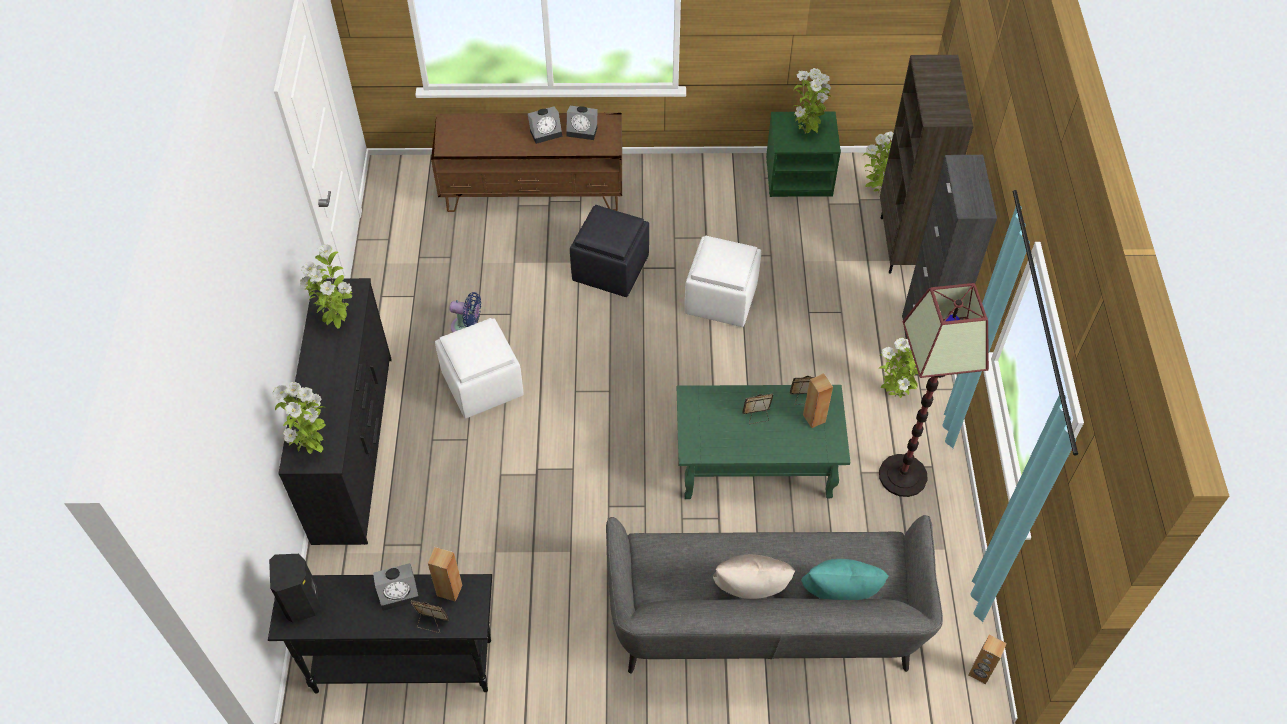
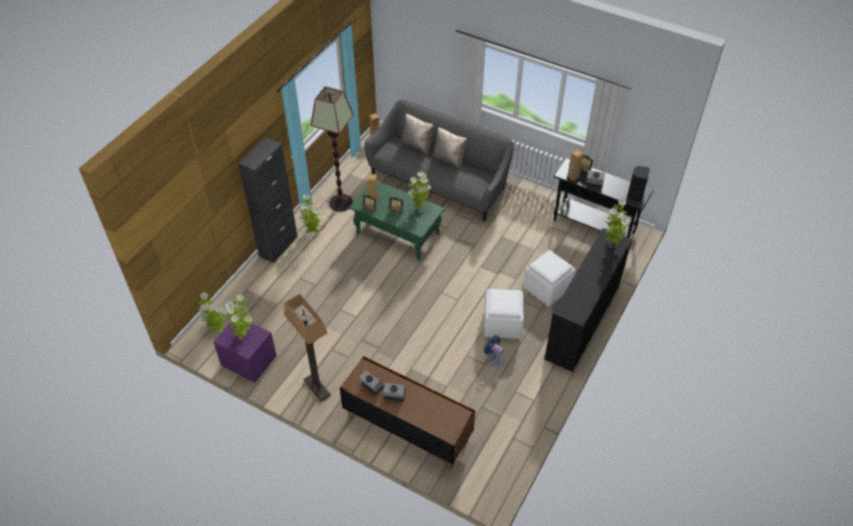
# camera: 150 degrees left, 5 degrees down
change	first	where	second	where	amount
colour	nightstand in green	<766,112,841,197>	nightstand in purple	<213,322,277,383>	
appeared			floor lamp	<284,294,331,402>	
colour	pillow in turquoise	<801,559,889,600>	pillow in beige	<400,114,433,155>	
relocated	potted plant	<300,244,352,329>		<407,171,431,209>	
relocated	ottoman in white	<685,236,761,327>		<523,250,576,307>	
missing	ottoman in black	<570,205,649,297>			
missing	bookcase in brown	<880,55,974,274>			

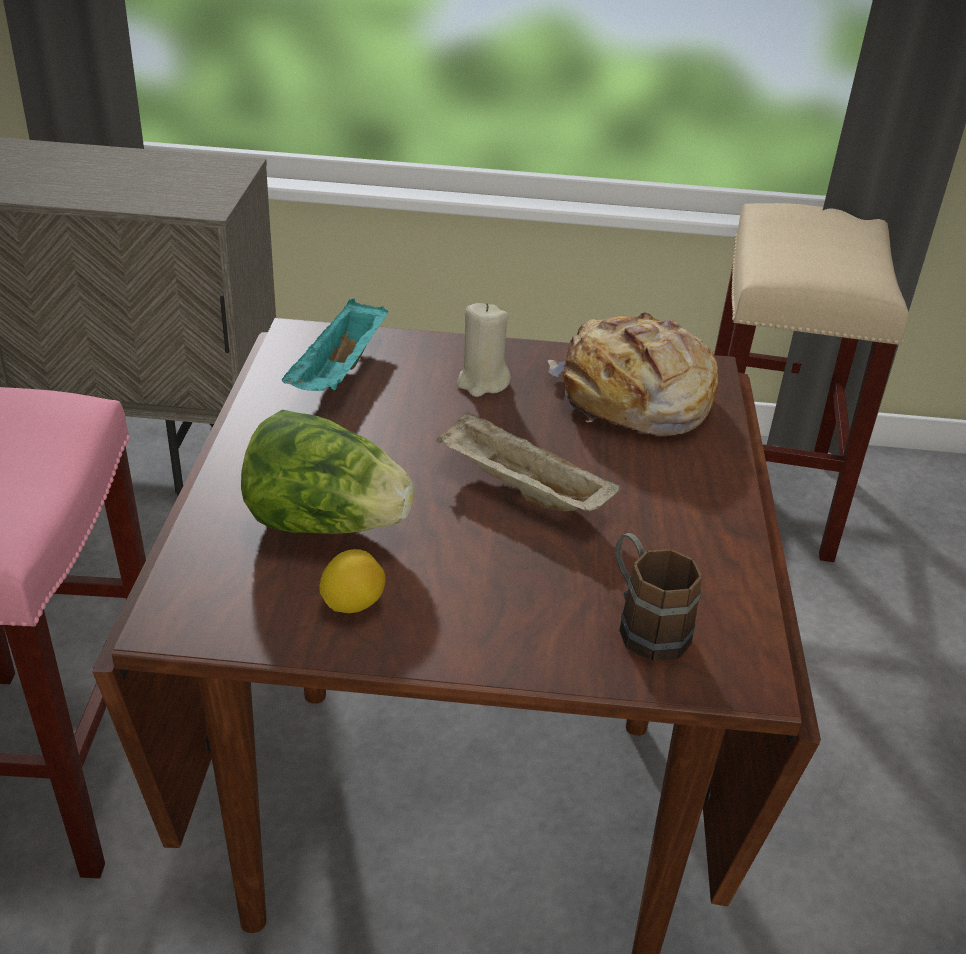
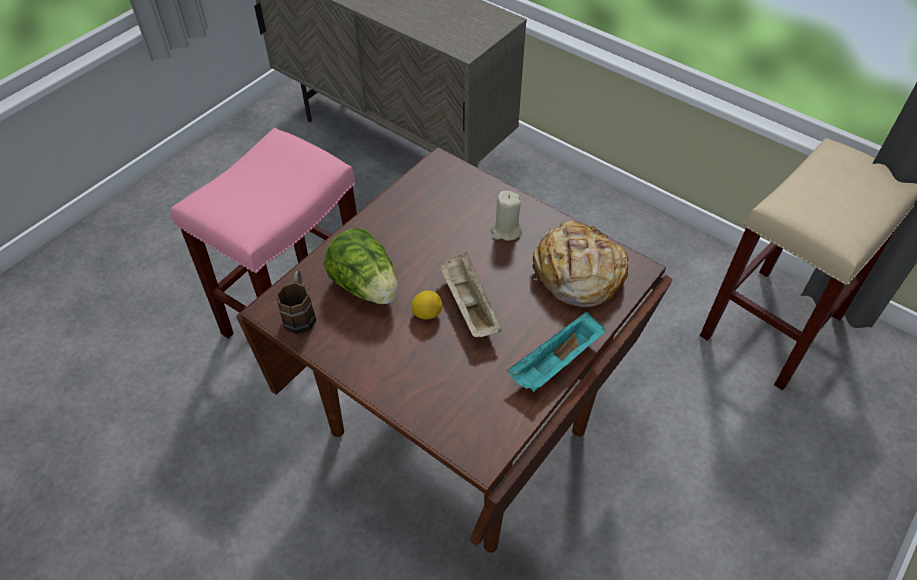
# camera: 35 degrees right, 15 degrees up
change	first	where	second	where	amount
relocated	mug in brown	<616,533,702,661>		<276,271,316,334>	
relocated	lemon	<319,549,385,613>		<411,290,442,320>	
relocated	tray in turquoise	<282,299,388,391>		<507,312,605,392>	

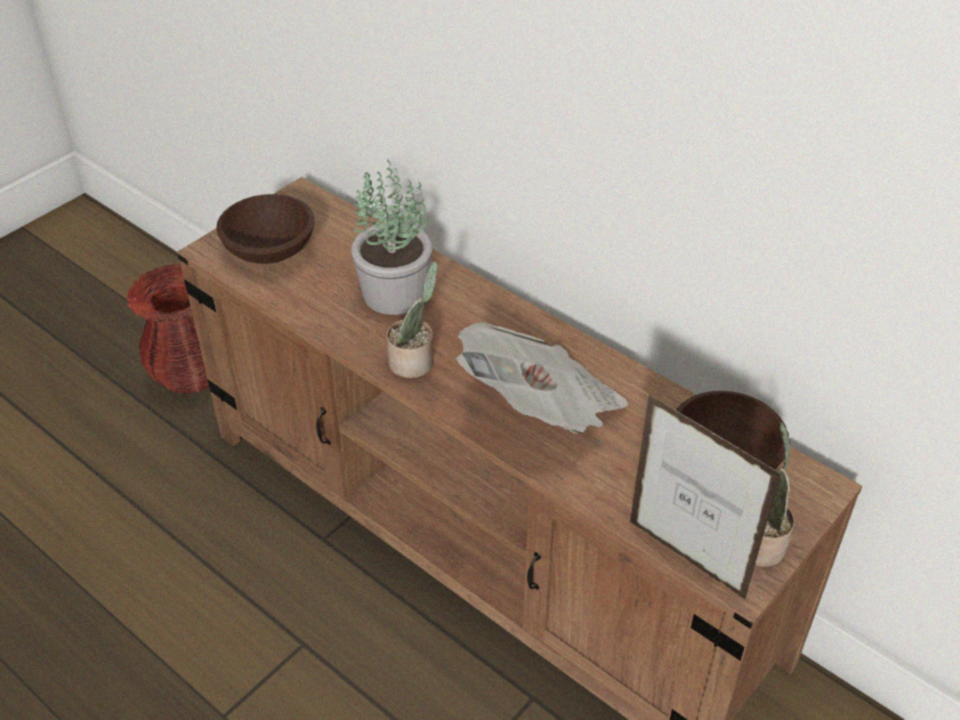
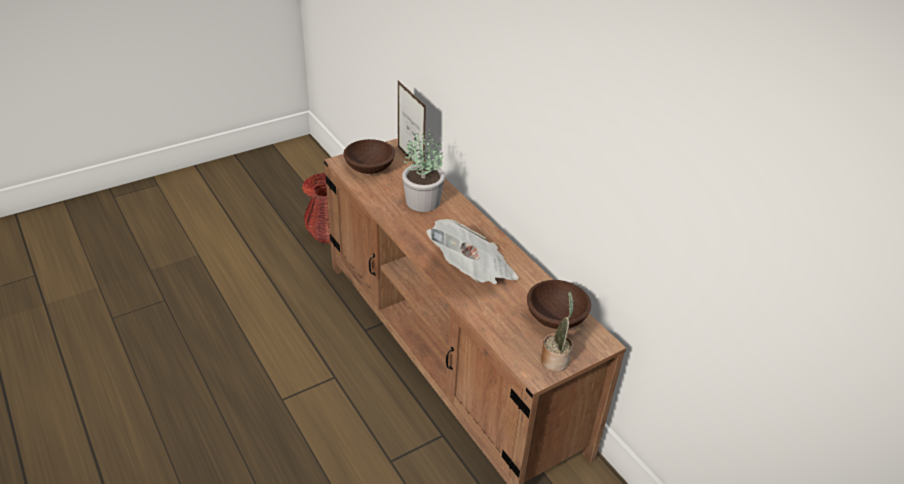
# camera: 15 degrees right, 5 degrees down
change	first	where	second	where	amount
relocated	picture frame	<630,394,781,600>		<398,81,426,164>	
missing	potted plant	<386,261,438,378>			

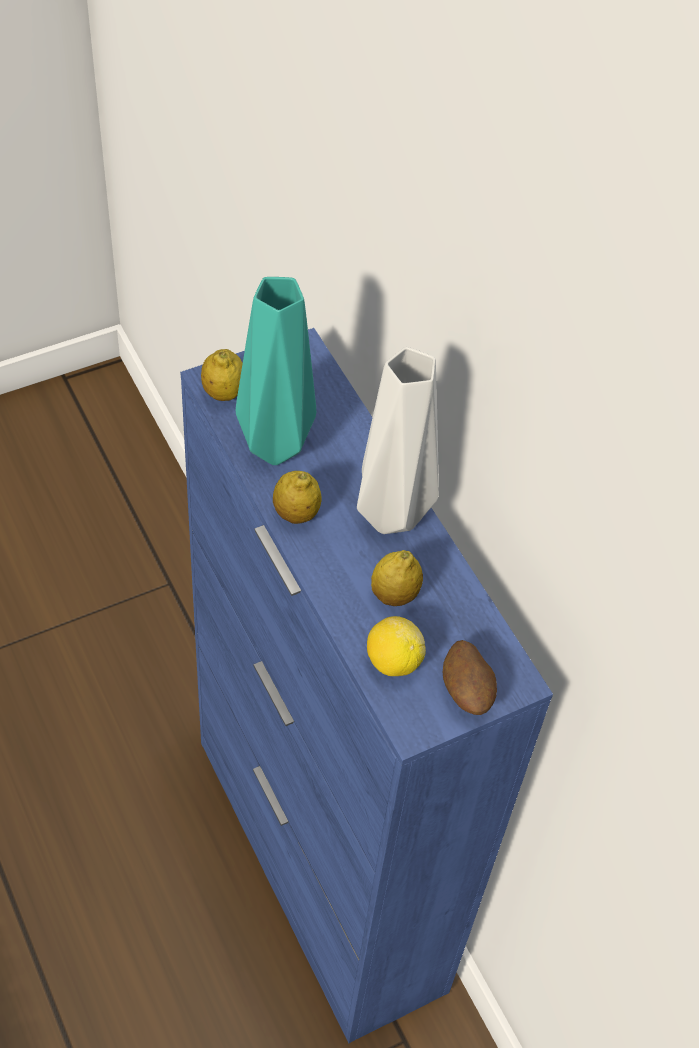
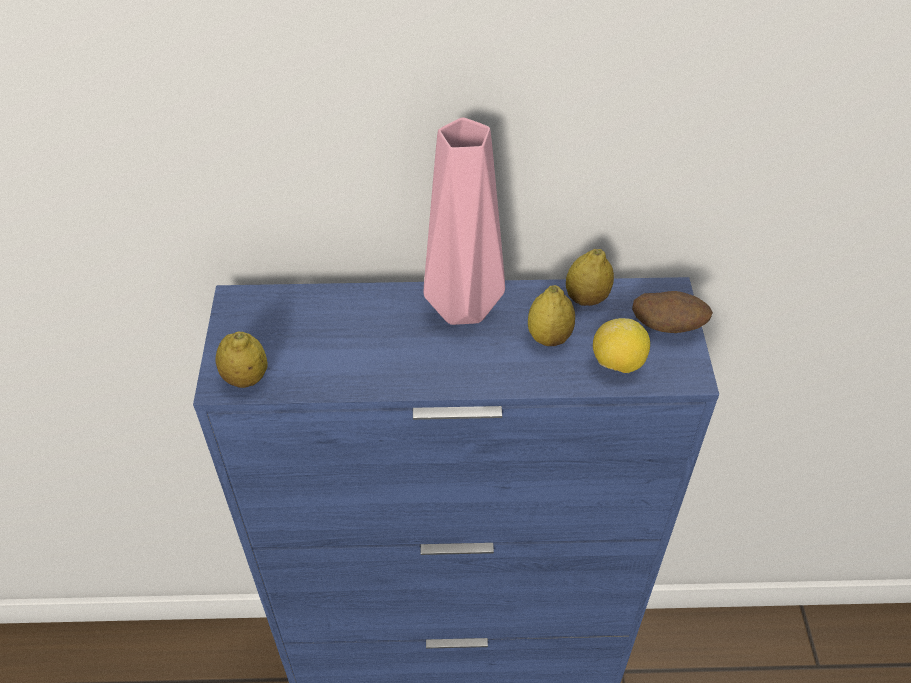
# camera: 60 degrees left, 5 degrees down
change	first	where	second	where	amount
colour	vase in grey	<357,347,439,534>	vase in pink	<423,117,505,325>	
relocated	lemon	<273,471,322,524>		<566,249,614,306>	
missing	vase in turquoise	<235,277,316,465>			

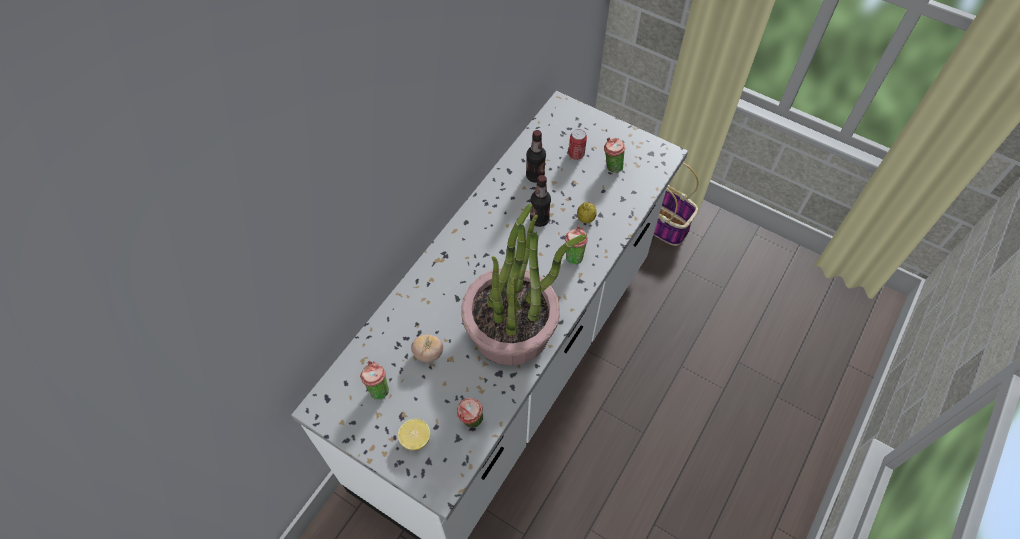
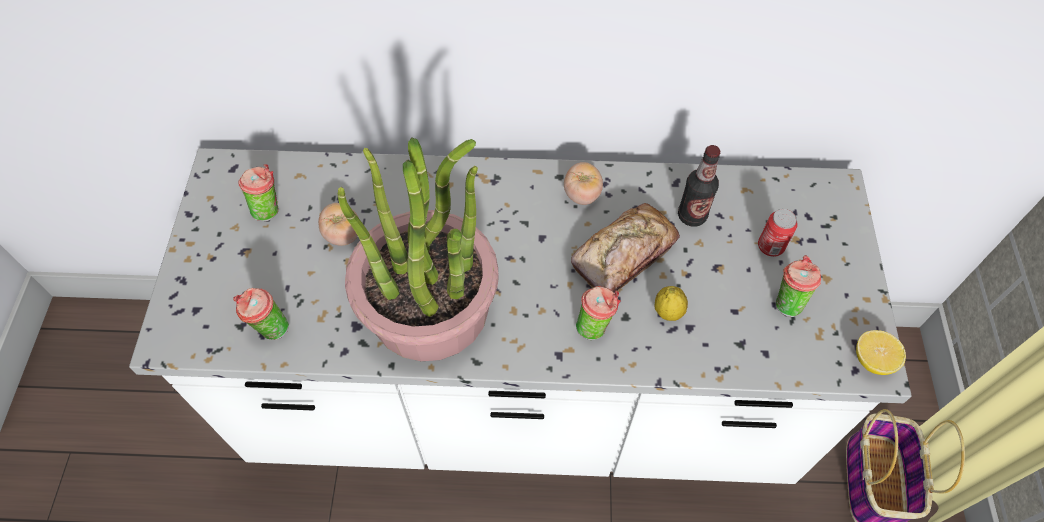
# camera: 60 degrees right, 0 degrees up
change	first	where	second	where	amount
appeared			tomato	<564,162,603,205>	
exchanged	bottle	<530,175,551,227>	bread	<571,203,680,293>	
relocated	lemon	<398,418,430,450>		<856,330,906,375>	

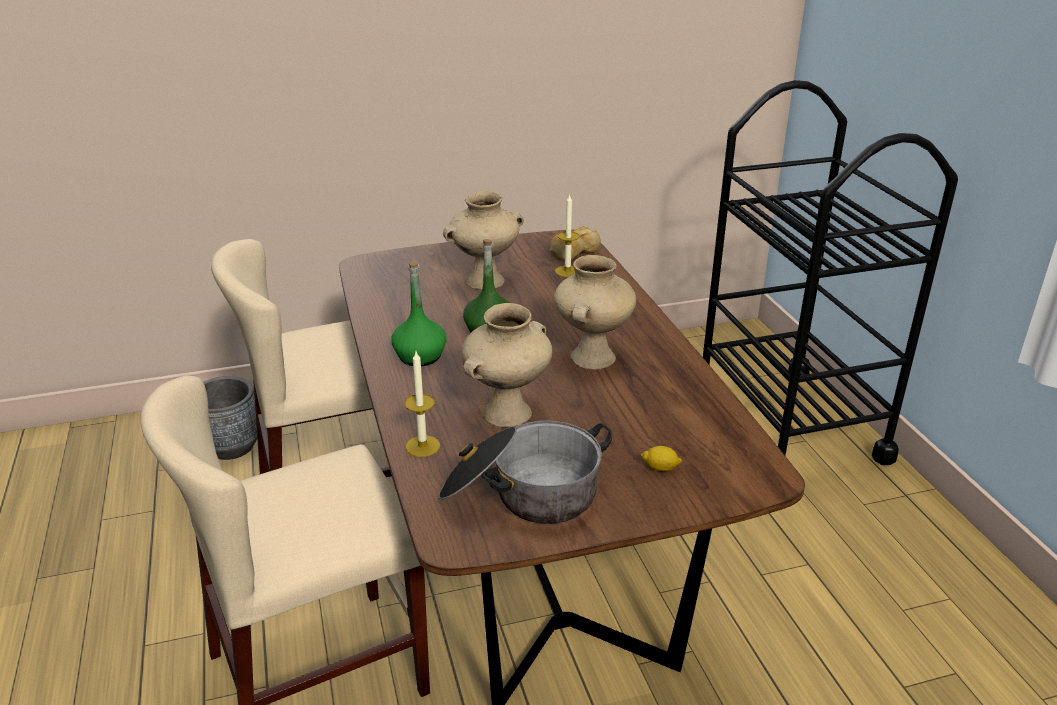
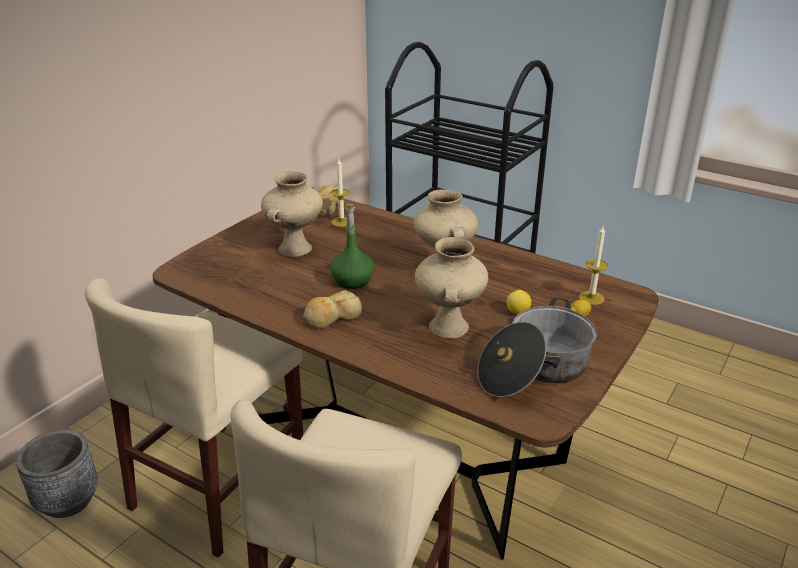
# camera: 40 degrees left, 0 degrees up
change	first	where	second	where	amount
exchanged	bottle in green	<391,260,446,366>	bread	<303,290,362,329>	
appeared			lemon	<507,290,531,314>	
relocated	candle	<405,352,440,457>		<579,226,608,305>	

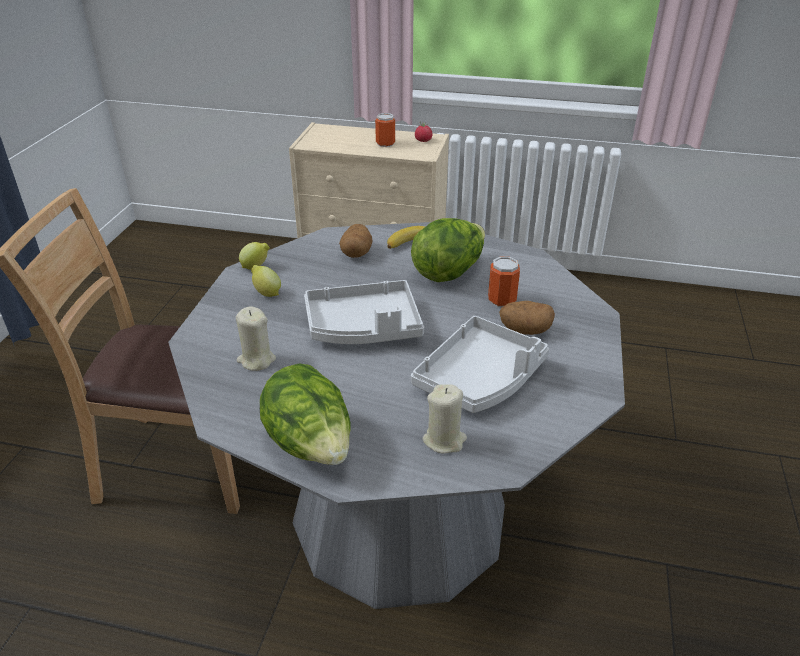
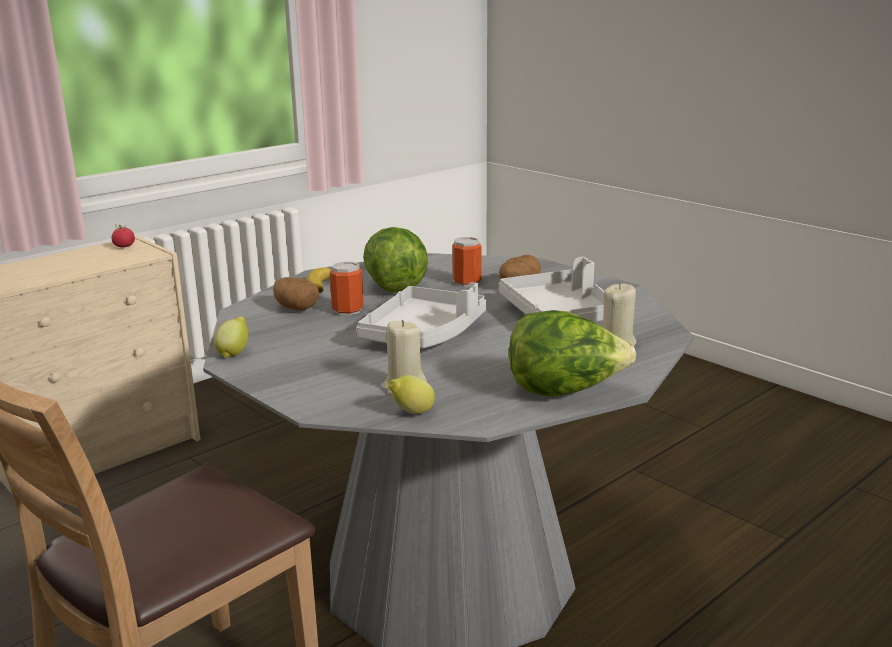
# camera: 55 degrees left, 15 degrees down
change	first	where	second	where	amount
relocated	can	<375,113,395,147>		<330,262,364,315>	
relocated	lemon	<251,265,281,297>		<388,375,435,414>	

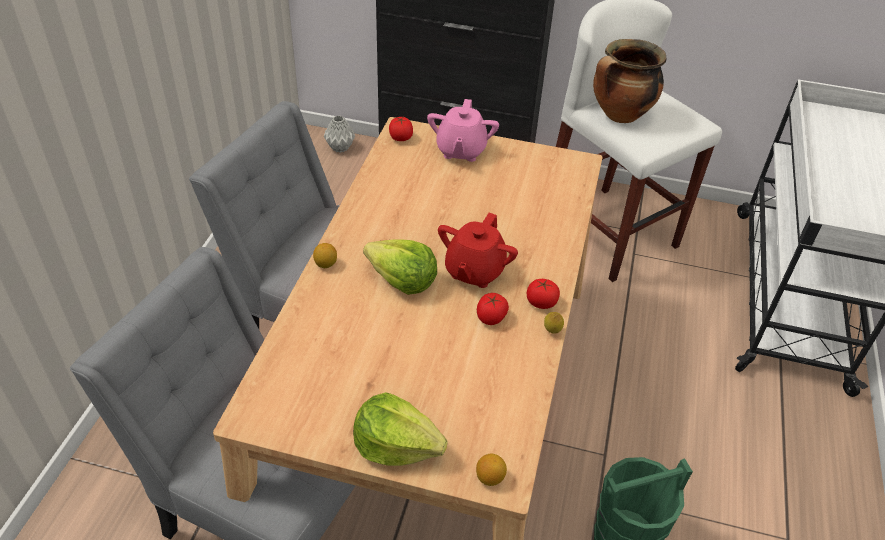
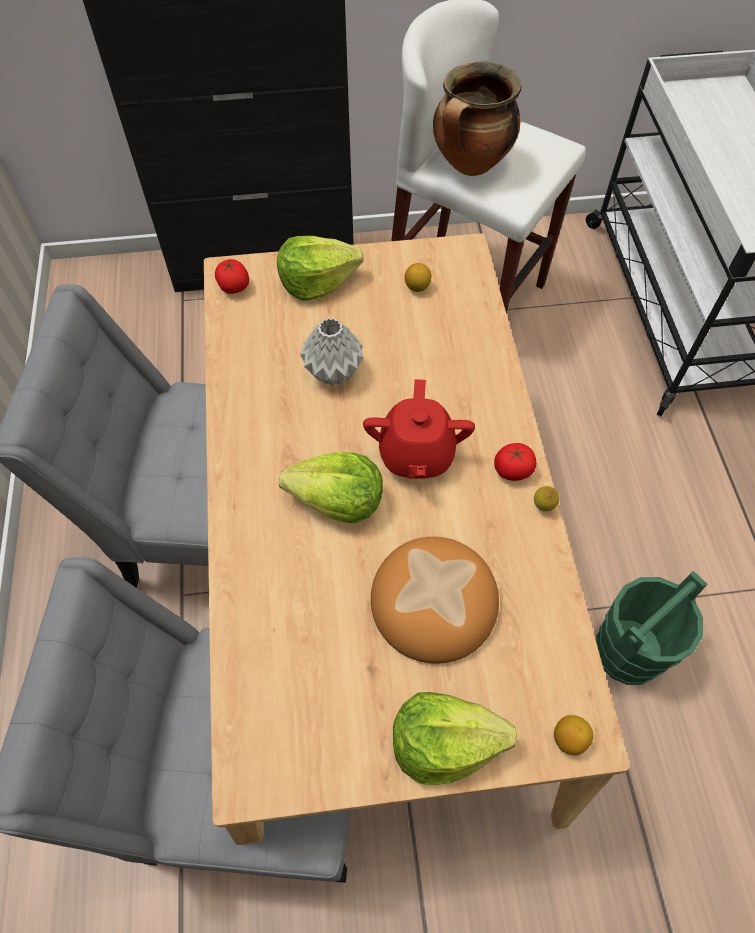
# camera: 20 degrees left, 15 degrees up
change	first	where	second	where	amount
exchanged	teapot in pink	<427,99,499,162>	lettuce	<277,236,364,301>	
relocated	vase in grey	<324,115,355,153>		<300,318,364,386>	
appeared			bread	<371,537,499,663>	
relocated	lemon	<313,243,337,268>		<405,263,431,292>	
missing	tomato	<477,293,509,325>			

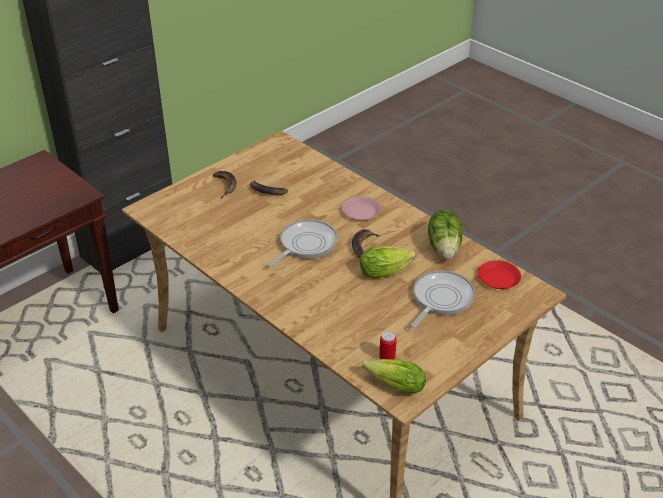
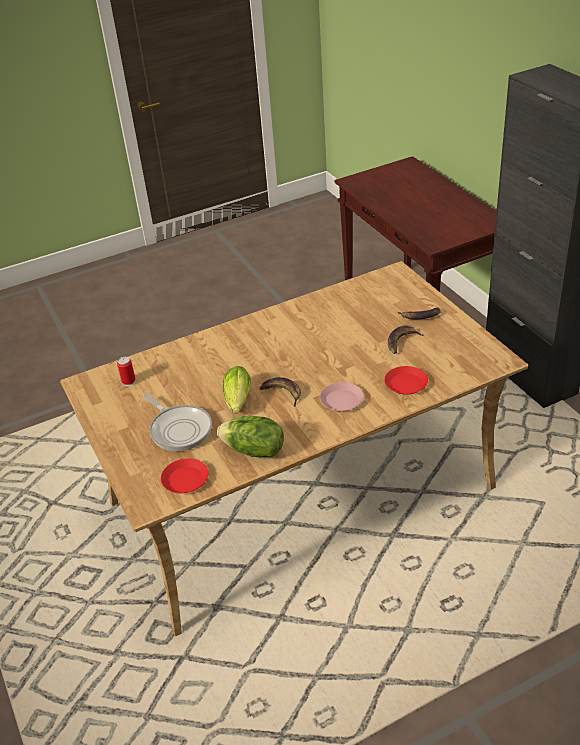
# camera: 110 degrees right, 0 degrees up
change	first	where	second	where	amount
appeared			plate in red	<384,366,428,395>	
missing	frying pan	<267,220,337,267>			
missing	lettuce	<362,359,426,393>			

